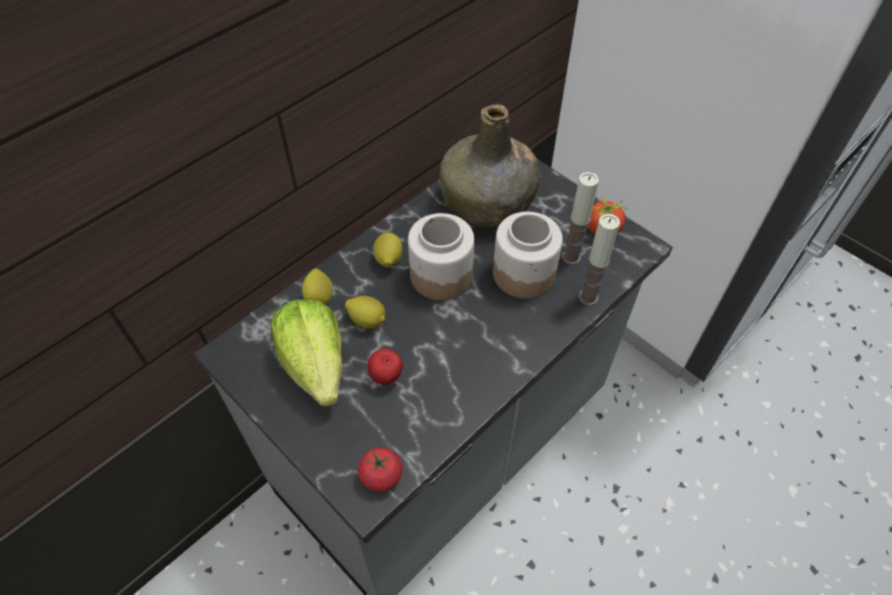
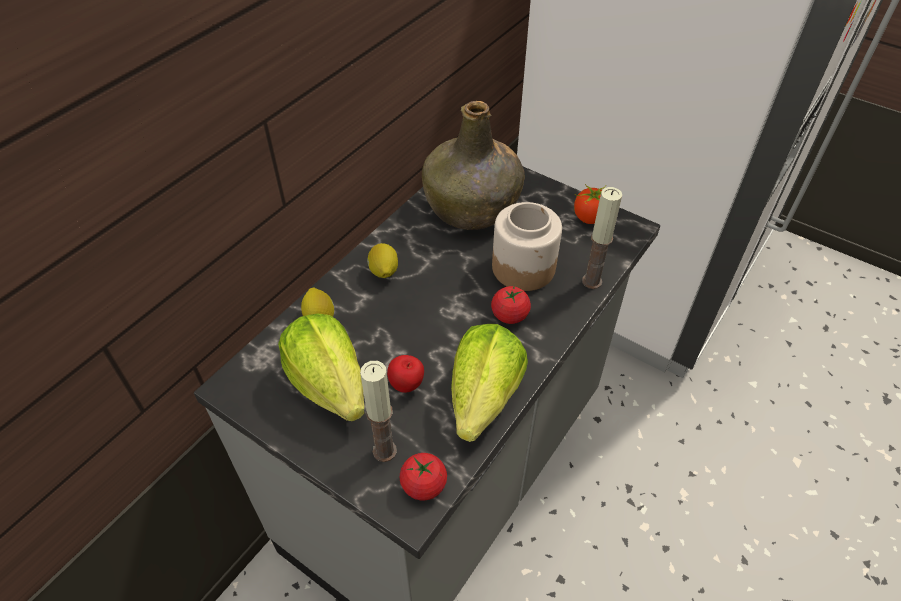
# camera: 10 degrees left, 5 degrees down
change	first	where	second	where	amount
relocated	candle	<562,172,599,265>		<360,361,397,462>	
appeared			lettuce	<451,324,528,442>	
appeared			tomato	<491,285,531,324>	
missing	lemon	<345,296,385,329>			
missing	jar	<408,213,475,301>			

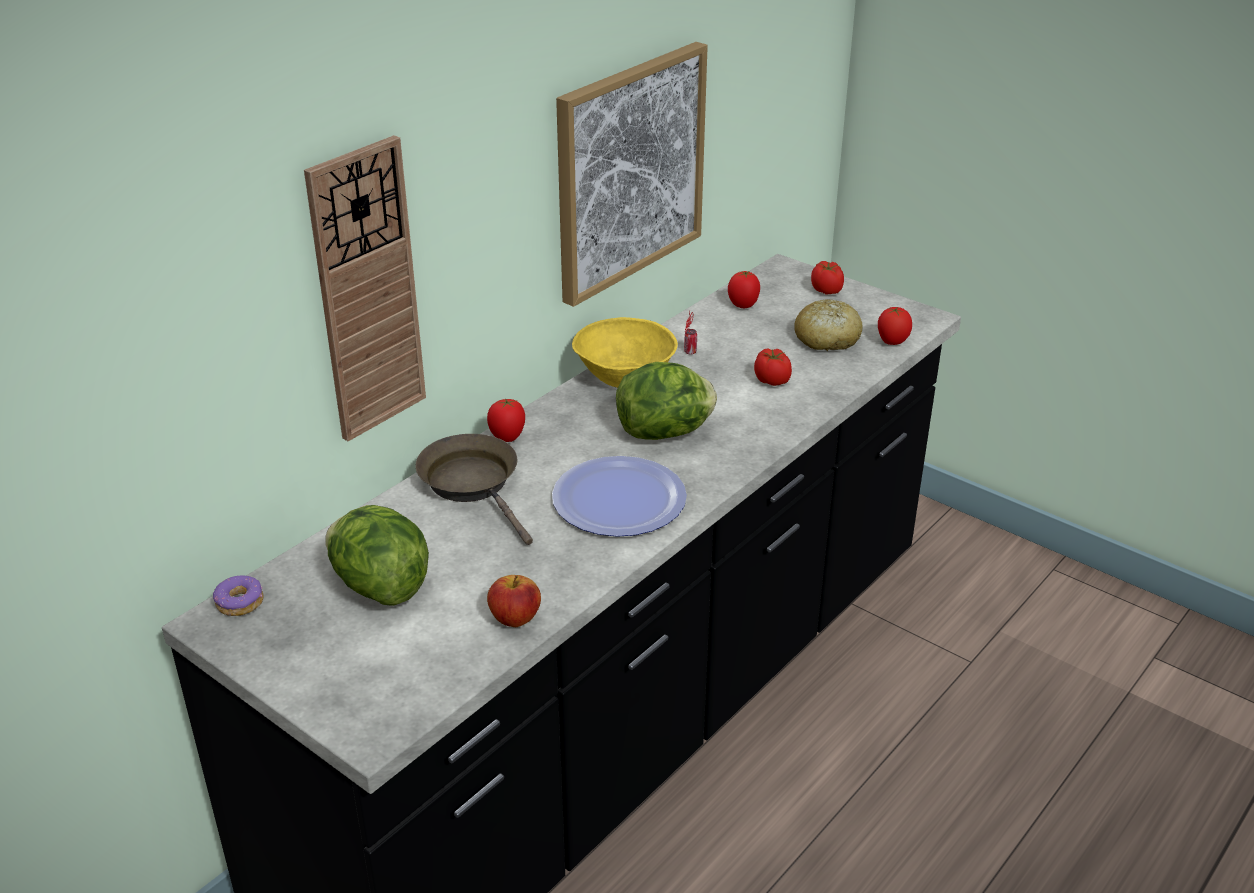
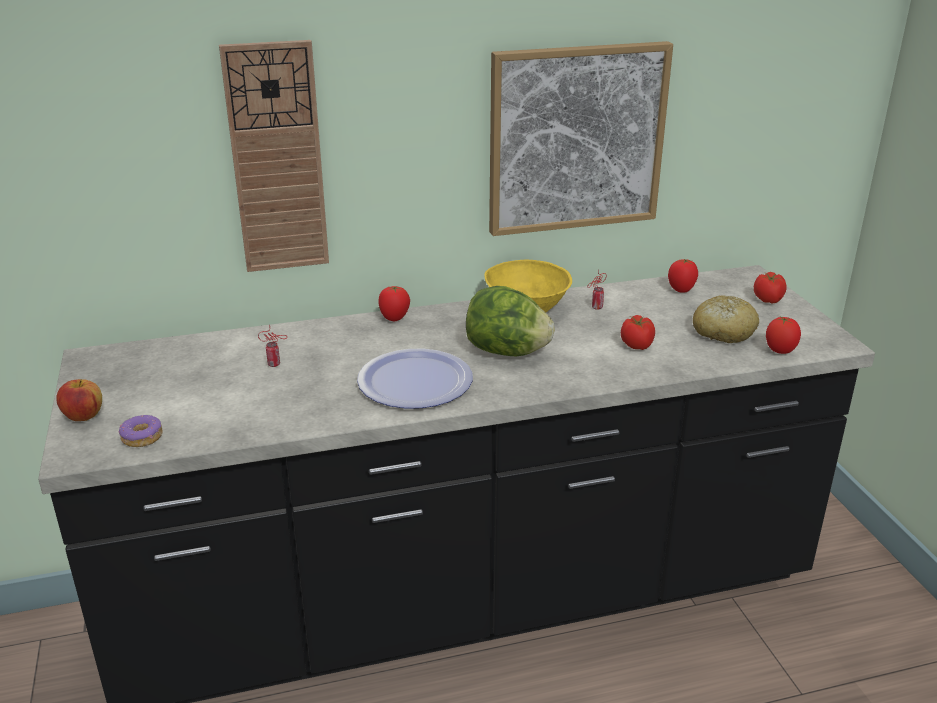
# camera: 35 degrees right, 5 degrees down
change	first	where	second	where	amount
relocated	apple	<487,575,541,627>		<56,379,102,421>	
relocated	donut	<213,575,264,616>		<118,415,163,447>	
appeared			can	<258,325,287,367>	
missing	lettuce	<325,505,429,606>			
missing	frying pan in brown	<416,434,533,545>			

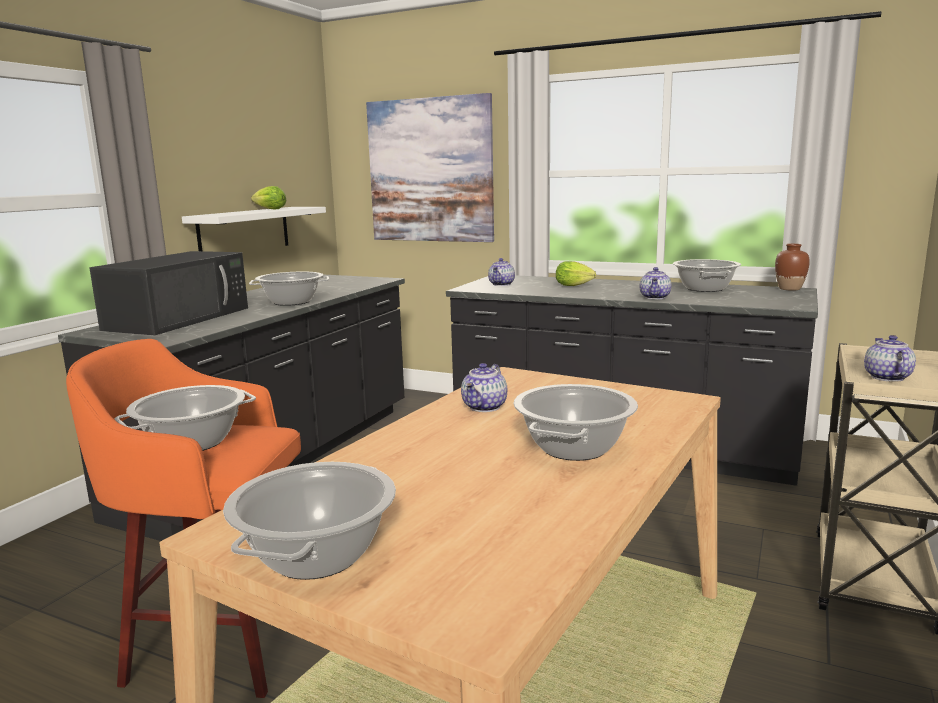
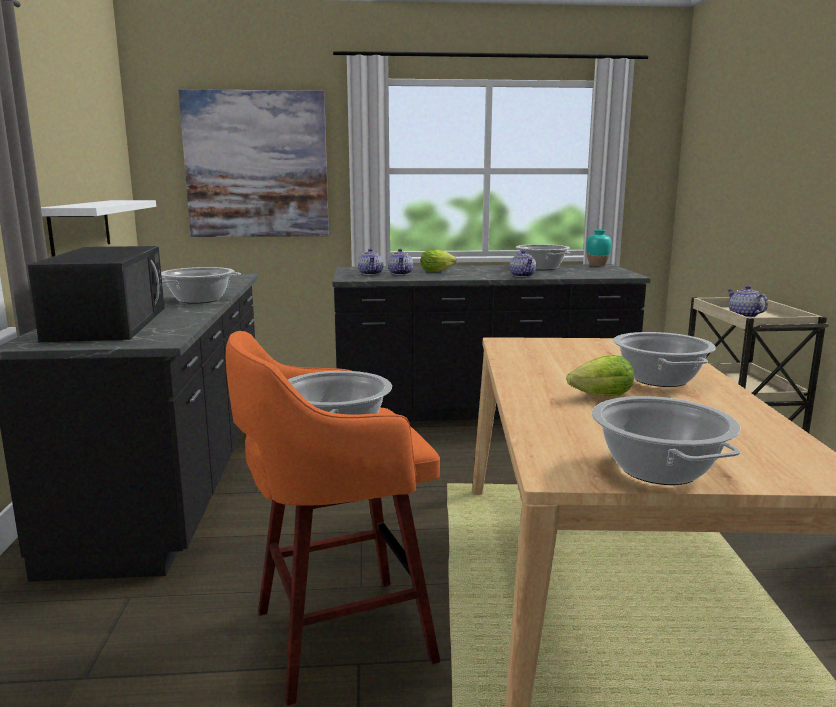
# camera: 30 degrees left, 0 degrees up
change	first	where	second	where	amount
relocated	teapot	<461,363,507,412>		<388,249,413,275>	
relocated	lettuce	<251,186,286,210>		<567,355,634,396>	
colour	vase in brown	<775,244,810,291>	vase in turquoise	<586,230,612,266>	

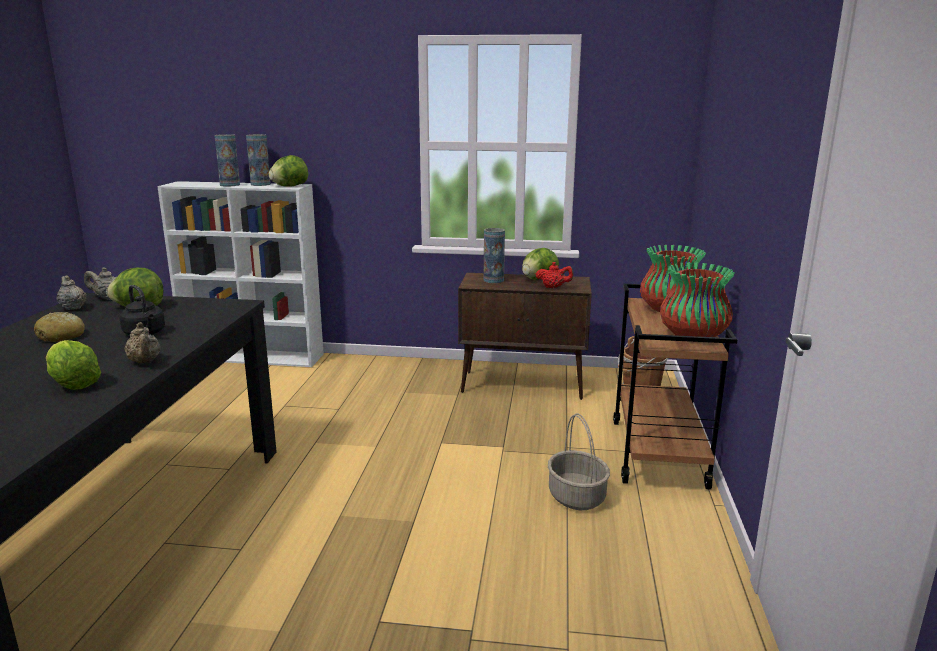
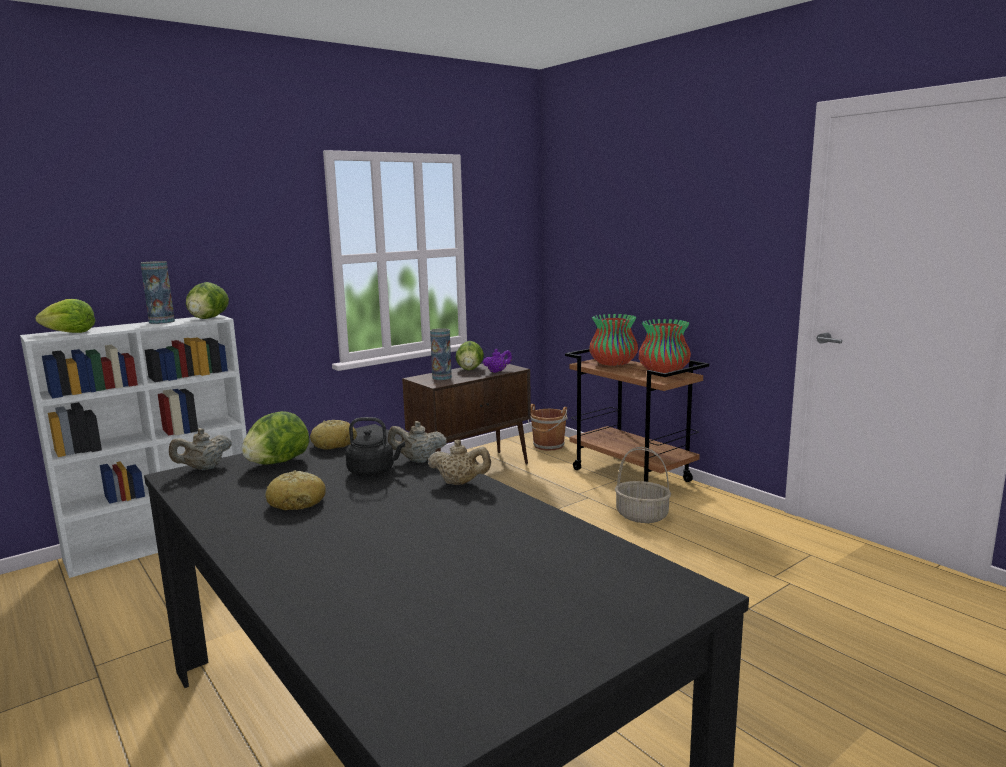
# camera: 45 degrees left, 5 degrees down
change	first	where	second	where	amount
relocated	lettuce	<46,340,101,390>		<35,299,96,333>	
appeared			bread	<310,420,357,449>	
relocated	teapot in beige	<57,275,87,310>		<388,421,447,463>	
colour	teapot in red	<536,262,574,288>	teapot in purple	<483,349,512,373>	
missing	vase	<214,134,240,186>			

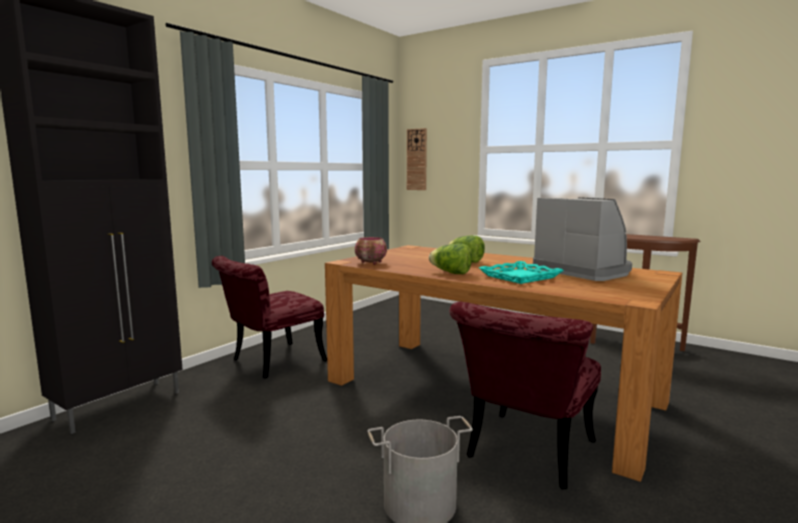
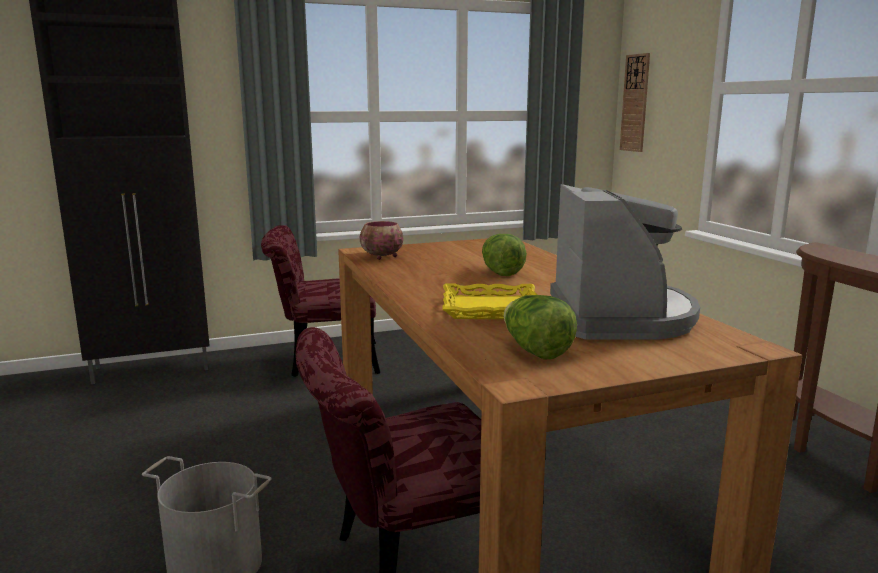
# camera: 35 degrees right, 5 degrees up
change	first	where	second	where	amount
colour	tray in turquoise	<479,261,564,284>	tray in yellow	<442,283,538,319>	
relocated	lettuce	<429,243,472,274>		<504,295,577,360>	

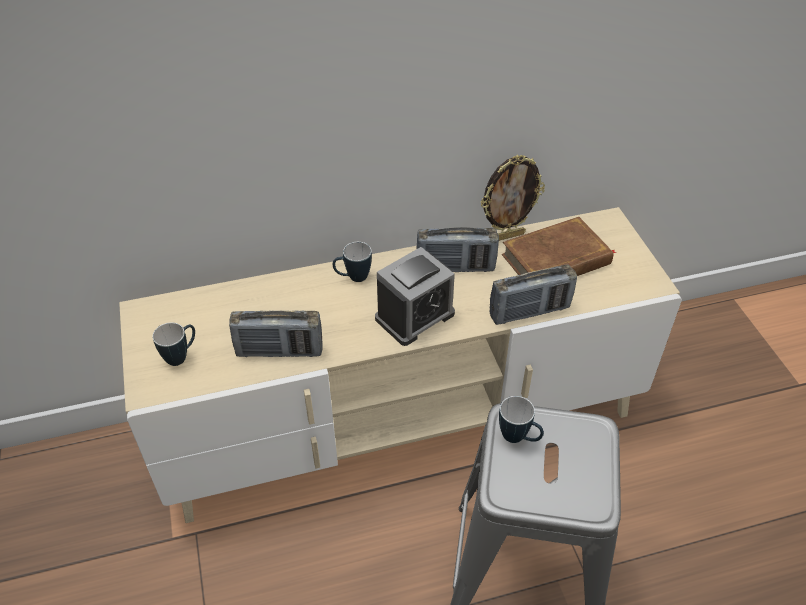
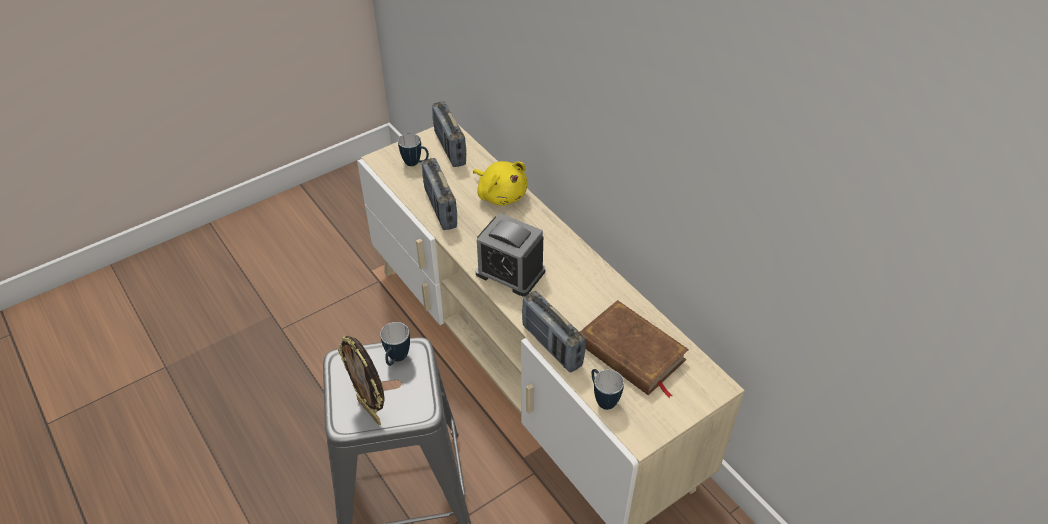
# camera: 70 degrees right, 0 degrees up
change	first	where	second	where	amount
relocated	picture frame	<481,155,545,241>		<338,336,385,425>	
relocated	radio	<417,227,499,272>		<432,101,466,167>	
appeared			plush toy in yellow	<473,161,528,206>	
relocated	mug	<333,242,372,282>		<591,369,624,410>	

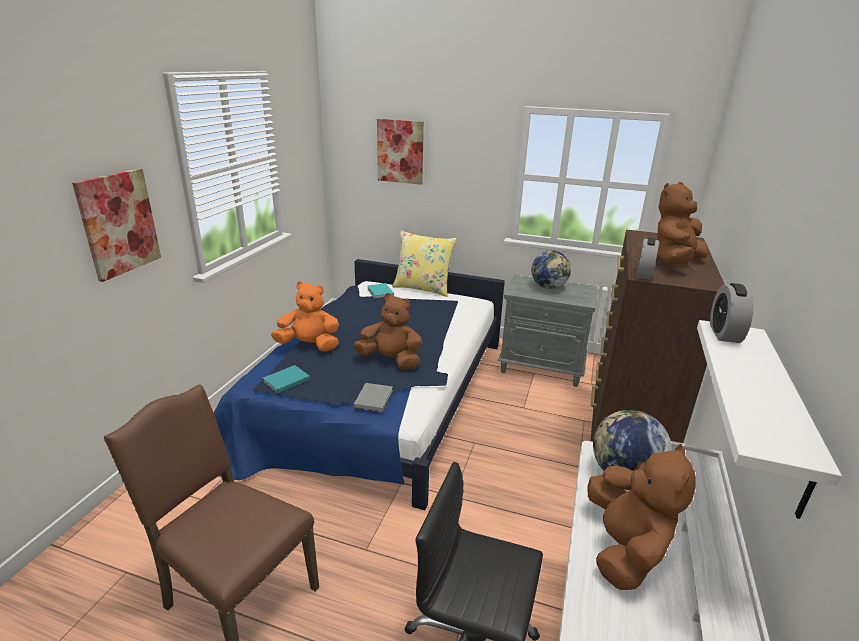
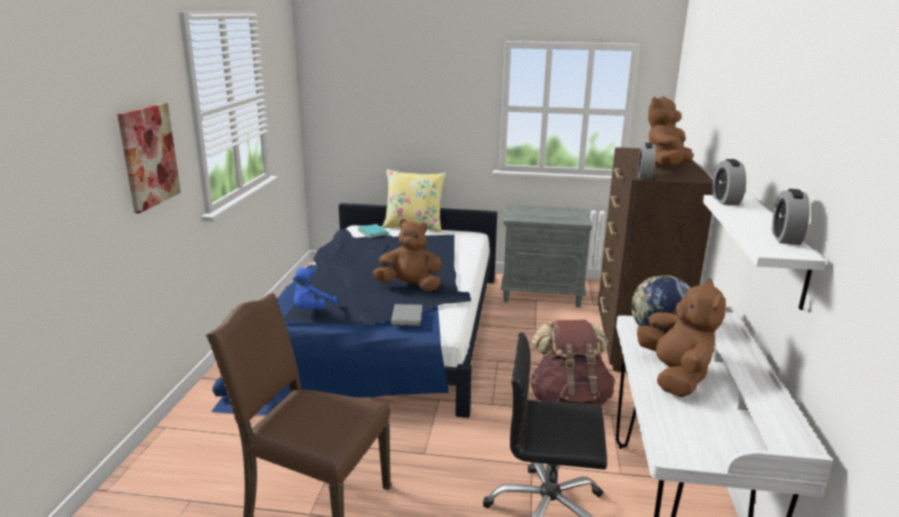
# camera: 10 degrees left, 5 degrees down
change	first	where	second	where	amount
exchanged	book in turquoise	<263,365,310,394>	plush toy in blue	<293,268,338,310>	
appeared			backpack in brown	<530,320,615,406>	
appeared			alarm clock	<772,189,810,245>	
missing	plush toy in orange	<271,281,339,352>			
missing	picture	<377,119,424,185>			
missing	globe	<531,250,571,289>			

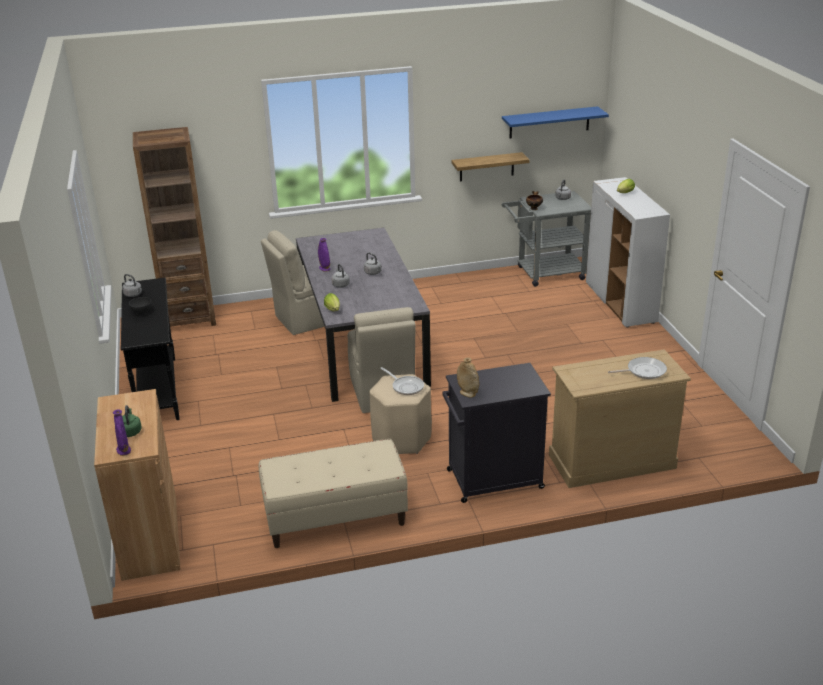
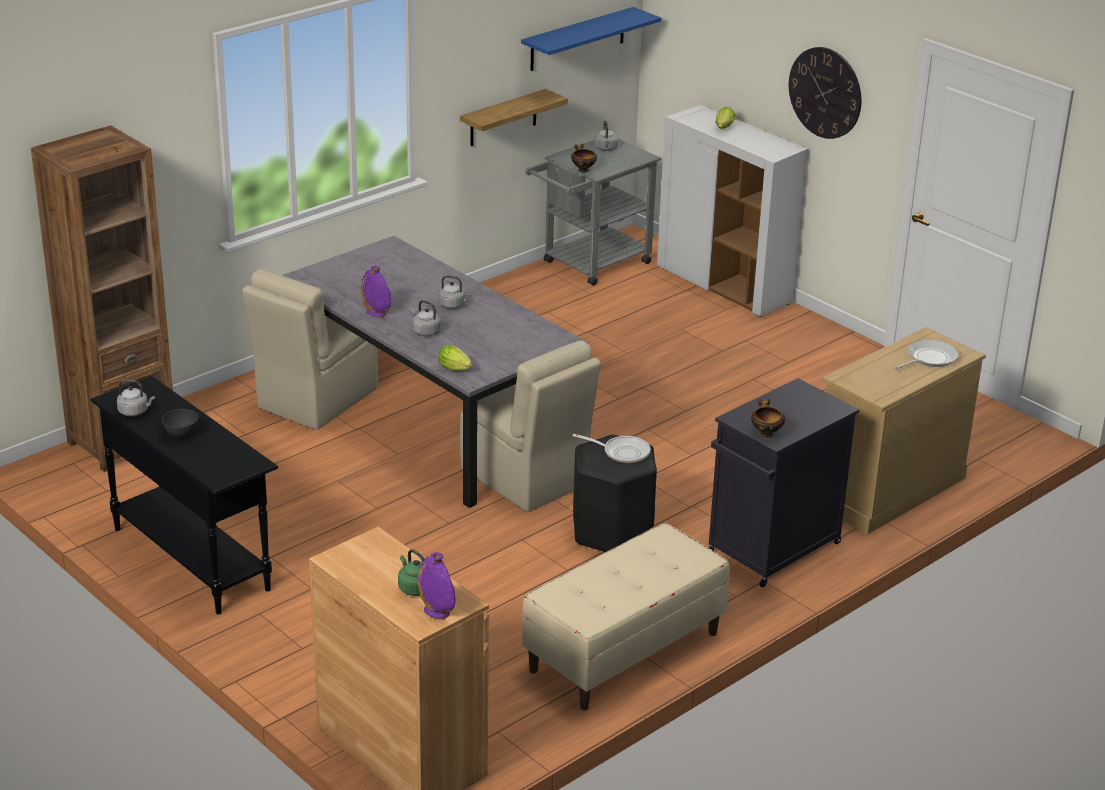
# camera: 30 degrees left, 0 degrees up
change	first	where	second	where	amount
colour	stool in beige	<369,374,432,454>	stool in black	<573,435,657,552>	
exchanged	vase in beige	<457,357,479,398>	bowl	<751,399,785,438>	
appeared			wall clock	<789,47,861,139>	

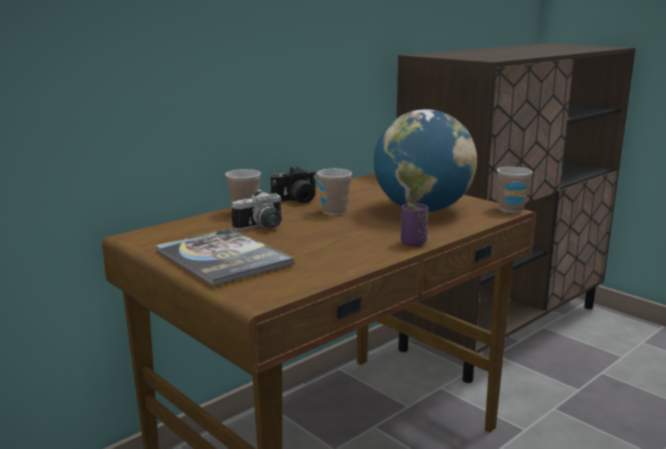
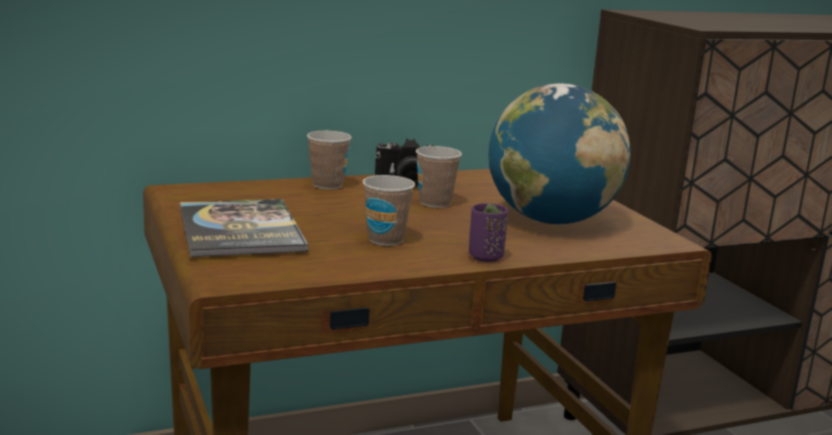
# camera: 20 degrees right, 0 degrees up
change	first	where	second	where	amount
relocated	cup	<497,167,533,213>		<363,175,415,246>	
missing	photo camera	<232,189,282,230>			

